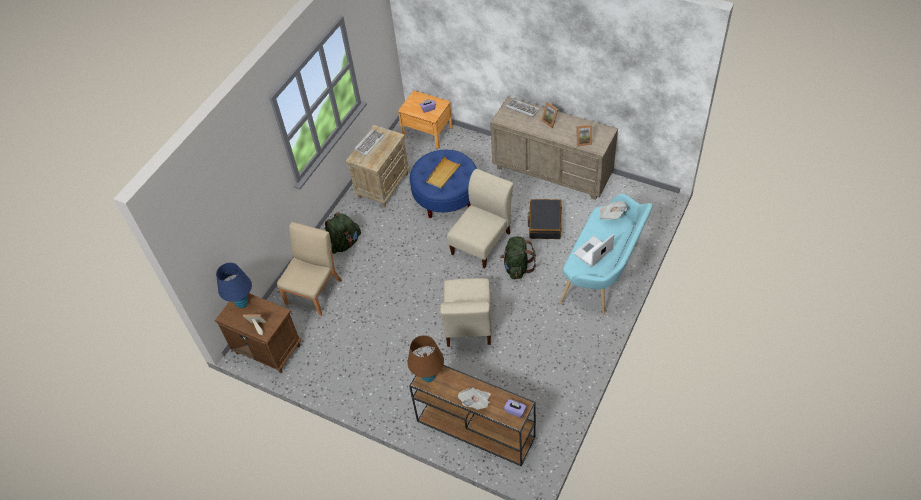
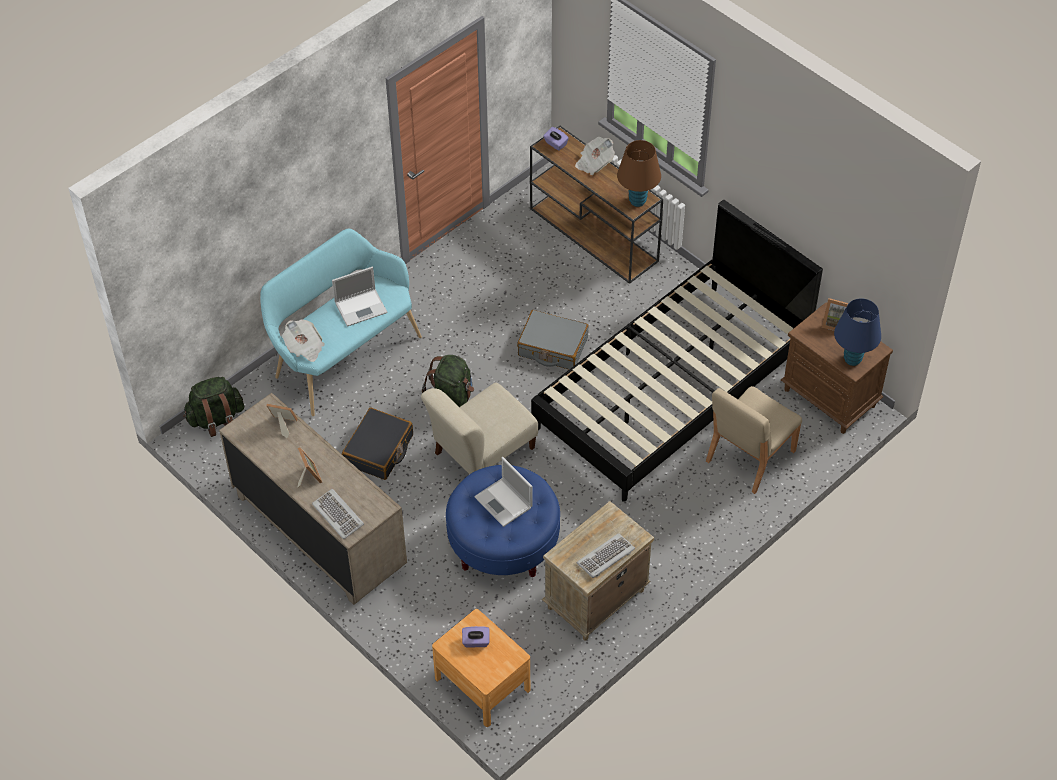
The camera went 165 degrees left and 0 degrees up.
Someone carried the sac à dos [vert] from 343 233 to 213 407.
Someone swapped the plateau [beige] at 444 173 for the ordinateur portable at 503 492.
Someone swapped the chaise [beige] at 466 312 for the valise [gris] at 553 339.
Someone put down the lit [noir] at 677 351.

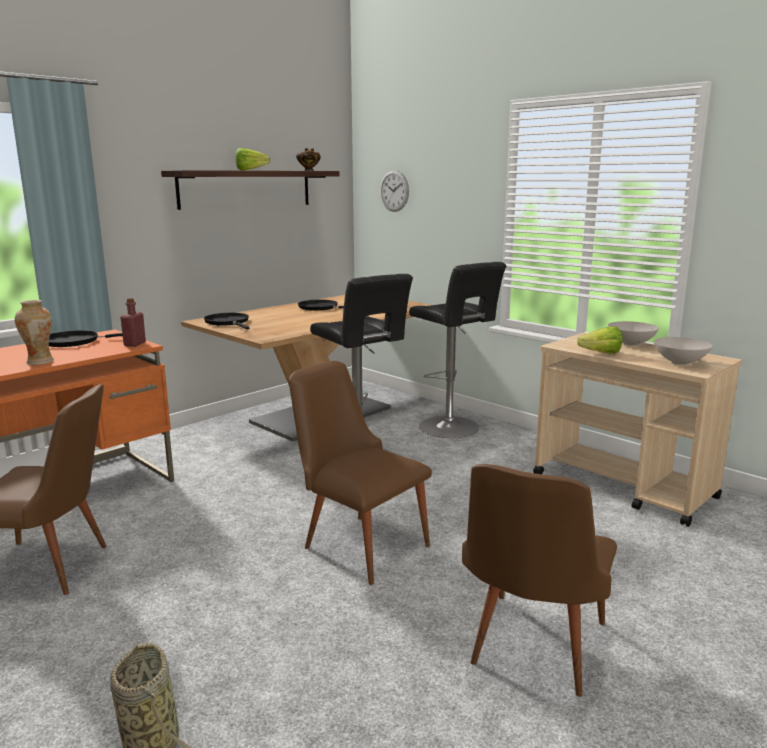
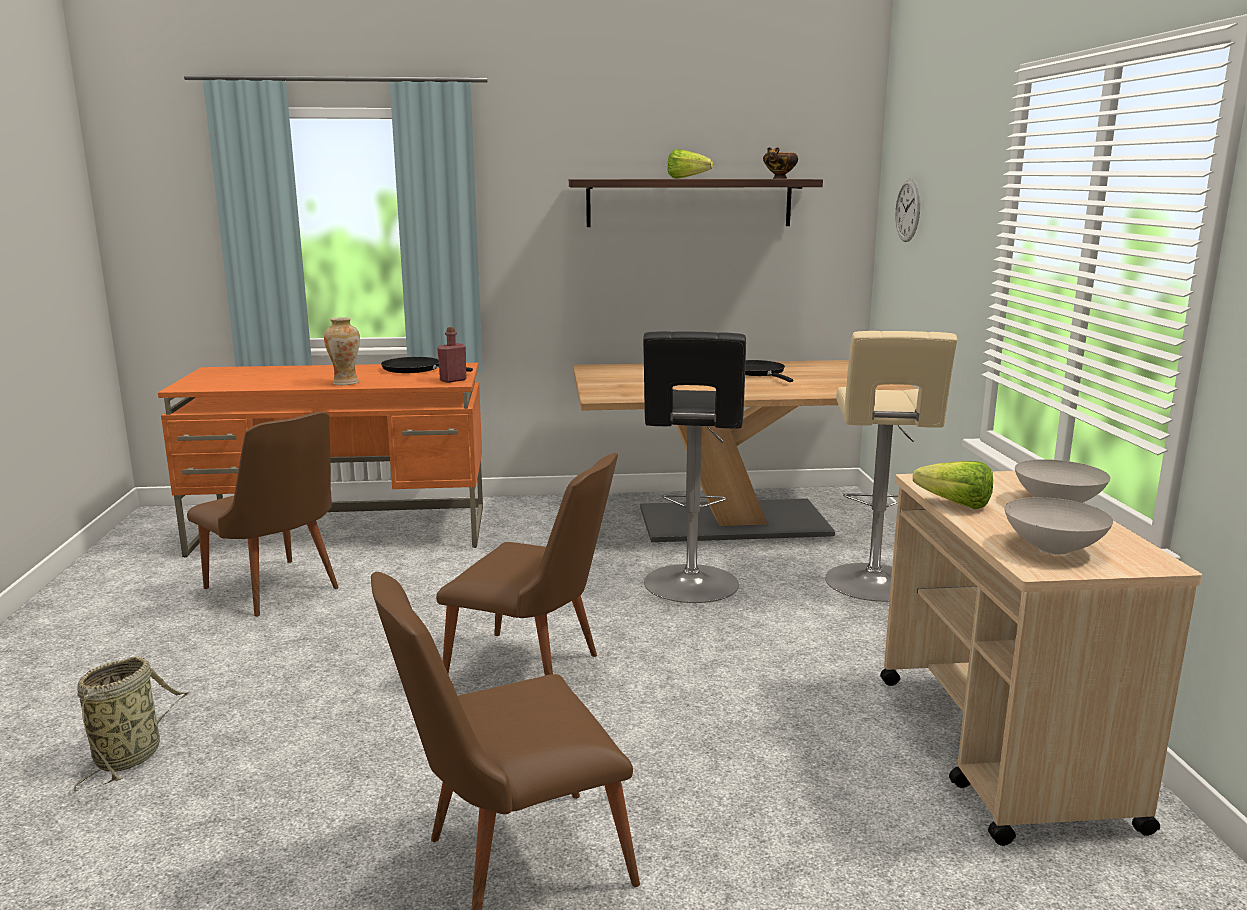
The camera went 40 degrees right and 0 degrees up.
Someone took away the poêle [noir] at 226 321.
Someone rotated the chaise [marron] at 360 473 by 120 degrees clockwise.
Someone repainted the tabouret [noir] at 458 350, which became the tabouret [beige] at 891 466.

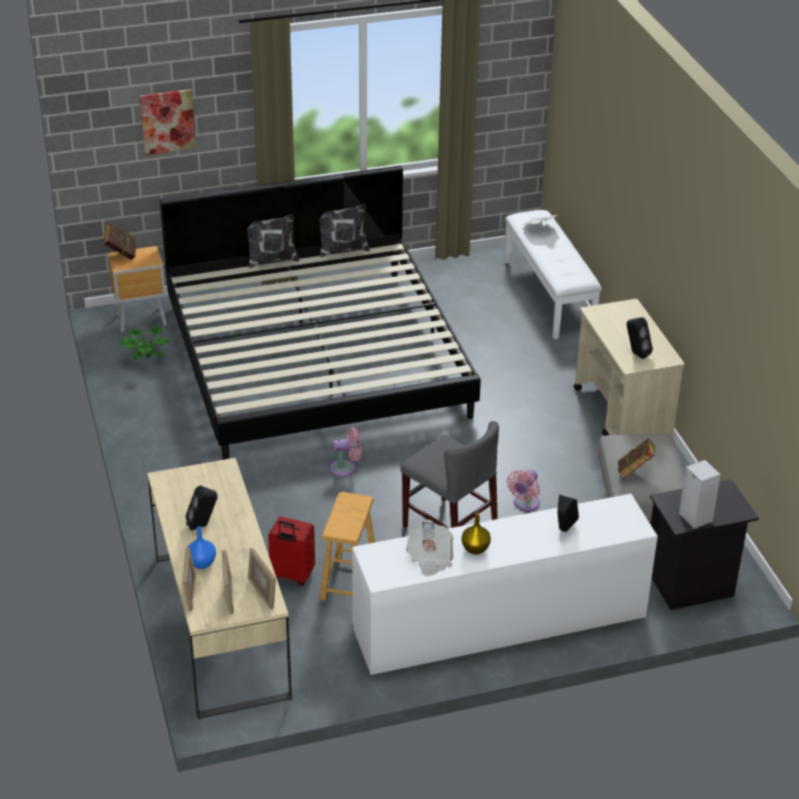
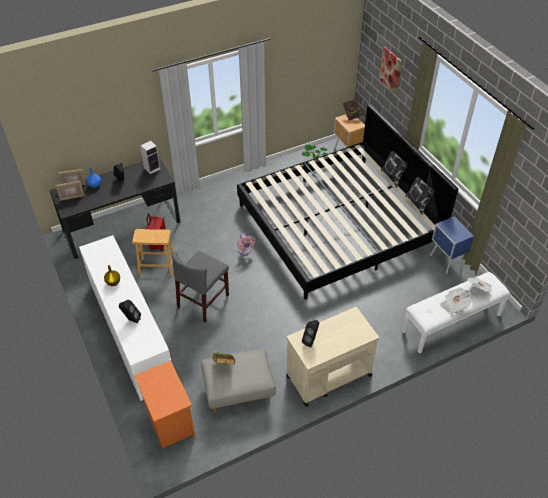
The camera went 80 degrees right and 10 degrees up.
Someone repainted the bureau [beige] at 219 588, which became the bureau [noir] at 115 208.
Someone took away the cadre photo at 262 579.
Someone carried the journal from 430 548 to 455 301.
Someone took away the ventilateur [rose] at 523 490.
Someone repainted the table de chevet [noir] at 704 544, which became the table de chevet [orange] at 164 404.
Someone carried the enceinte from 700 494 to 150 157.
Someone put down the table de chevet [bleu] at 452 245.

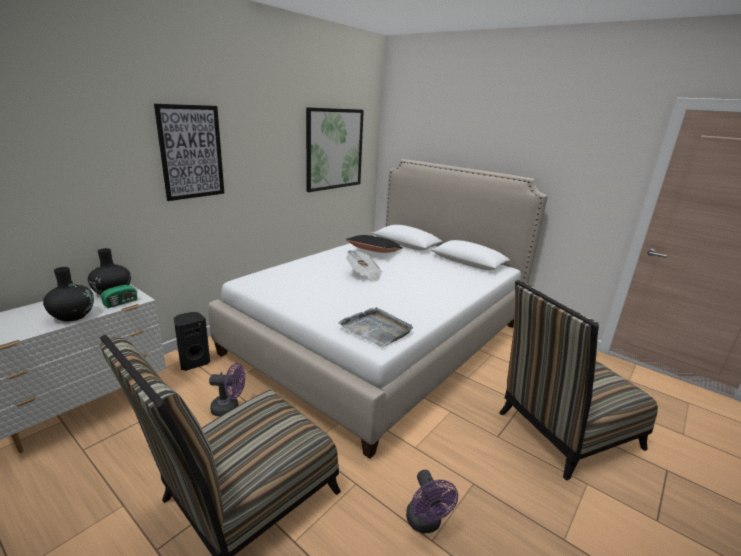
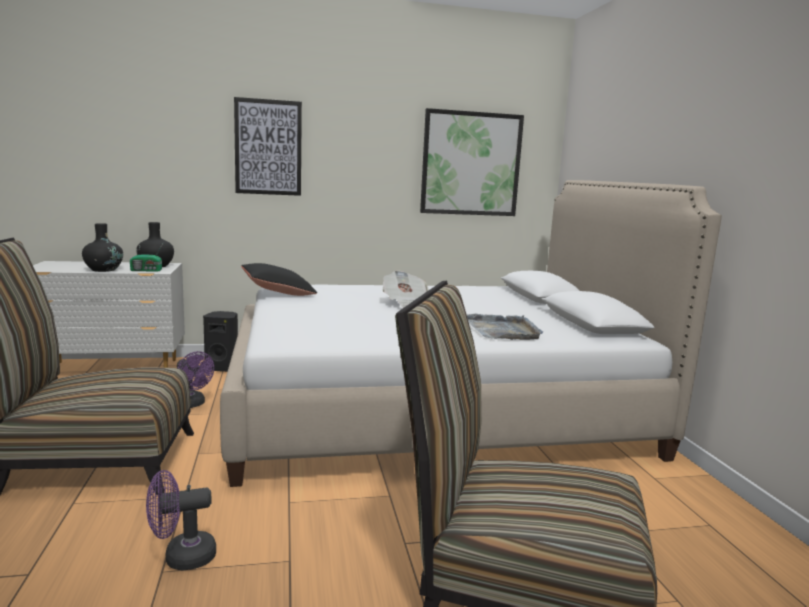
The camera went 40 degrees right and 10 degrees down.
Someone carried the plateau [gris] from 375 327 to 505 327.
Someone carried the coussin [noir] from 374 244 to 279 279.
Someone rotated the ventilateur [violet] at 432 501 by 45 degrees clockwise.

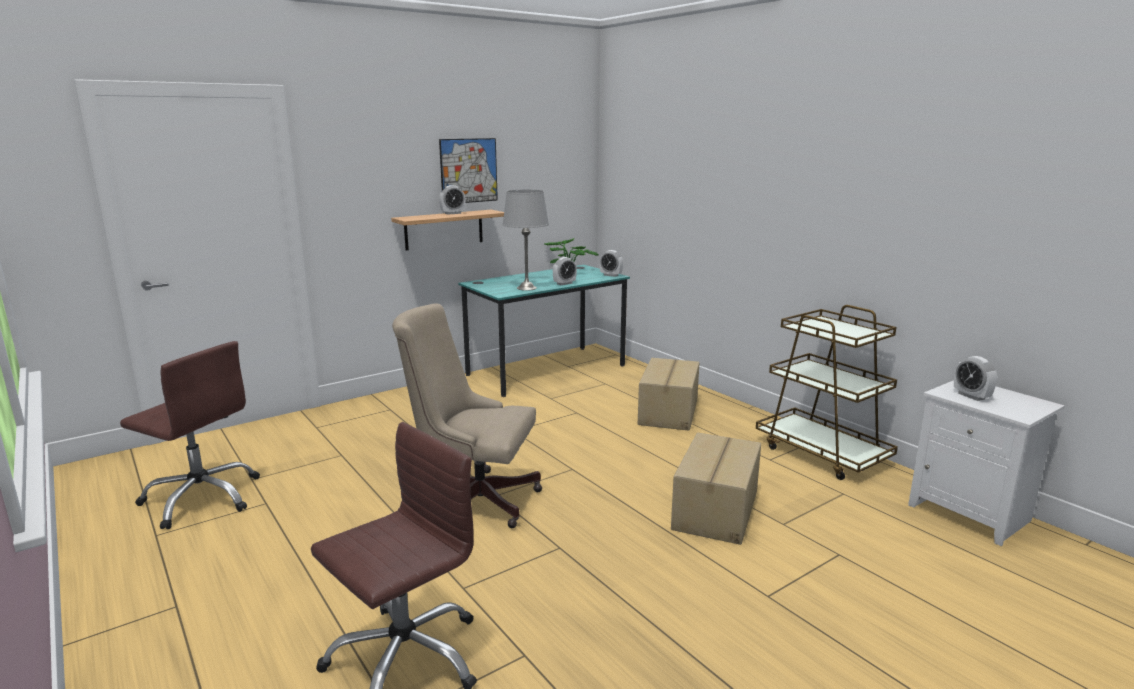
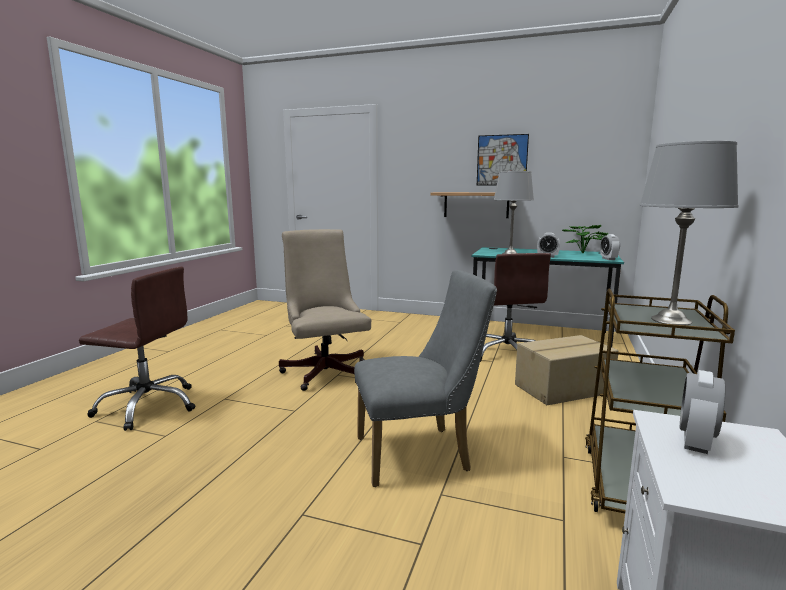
The camera went 55 degrees right and 5 degrees down.
Someone carried the chaise de bureau [marron] from 190 435 to 515 307.
Someone took away the réveil at 452 200.
Someone swapped the carton at 716 489 for the chaise [gris] at 425 378.
Someone put down the lampe de table [gris] at 689 233.

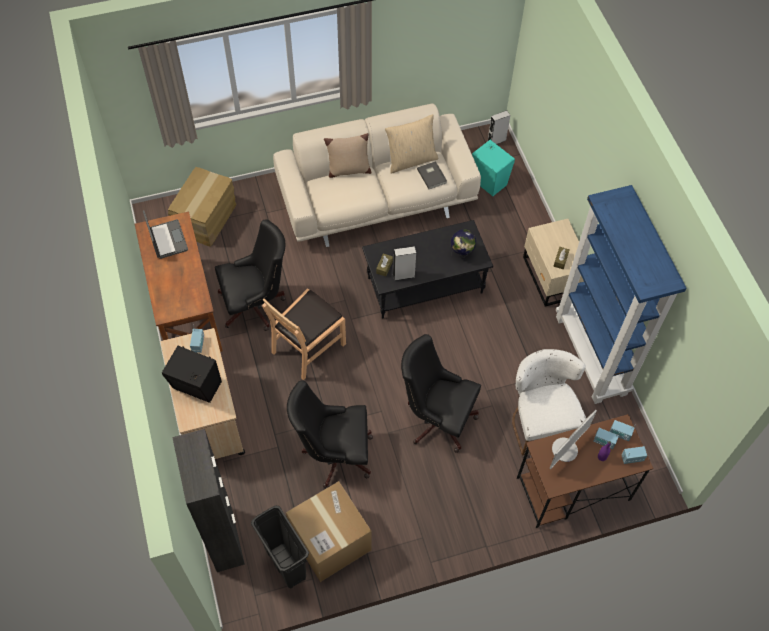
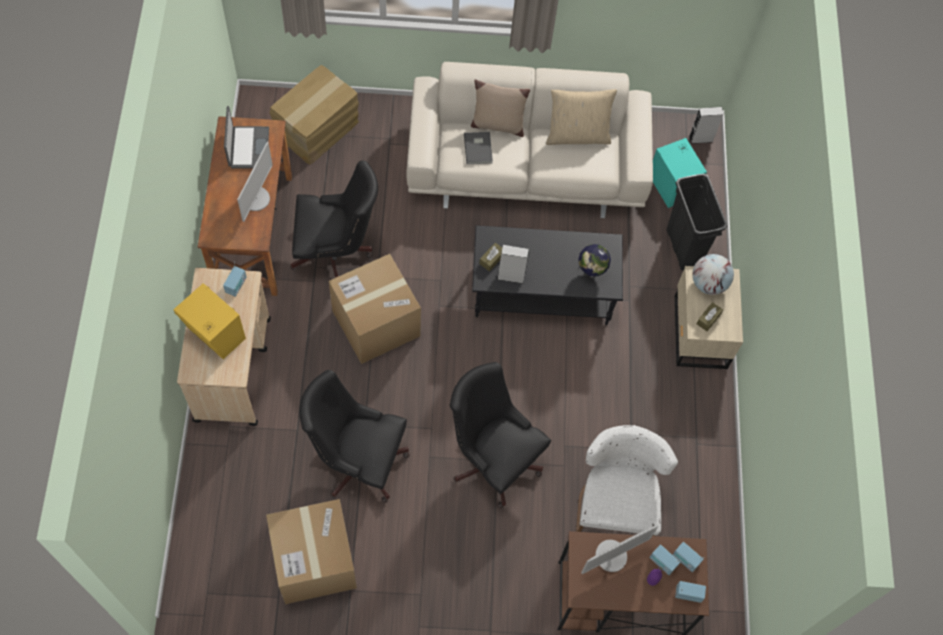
The camera went 15 degrees right and 5 degrees up.
Someone repainted the enceinte [noir] at 192 374, which became the enceinte [jaune] at 209 321.
Someone took away the meuble de rangement [noir] at 208 500.
Someone carried the poubelle [noir] from 280 547 to 697 222.
Someone swapped the chaise [marron] at 304 334 for the carton at 375 309.
Someone carried the livre [gris] from 432 175 to 478 148.
Someone took away the bibliothèque [bleu] at 621 294.
Someone put down the écran d'ordinateur at 255 182.
Someone put down the globe at 713 274.

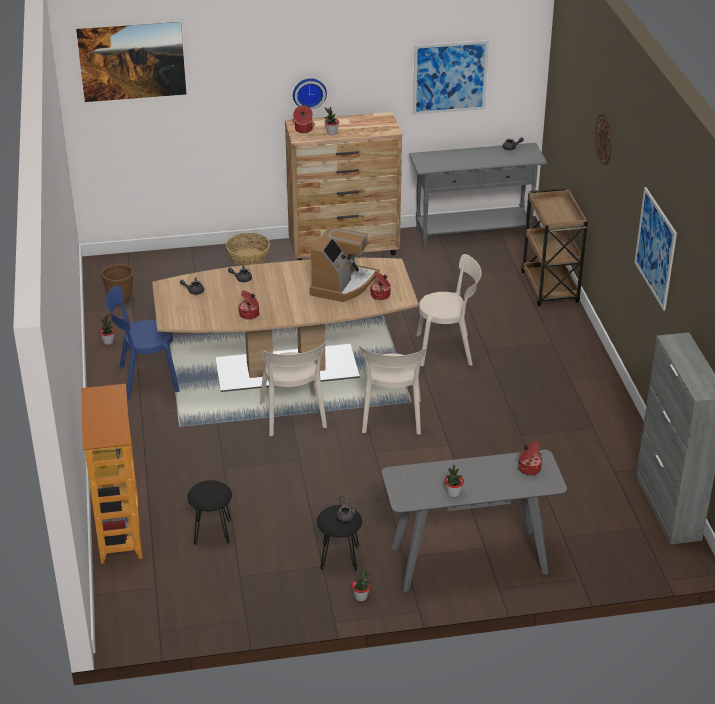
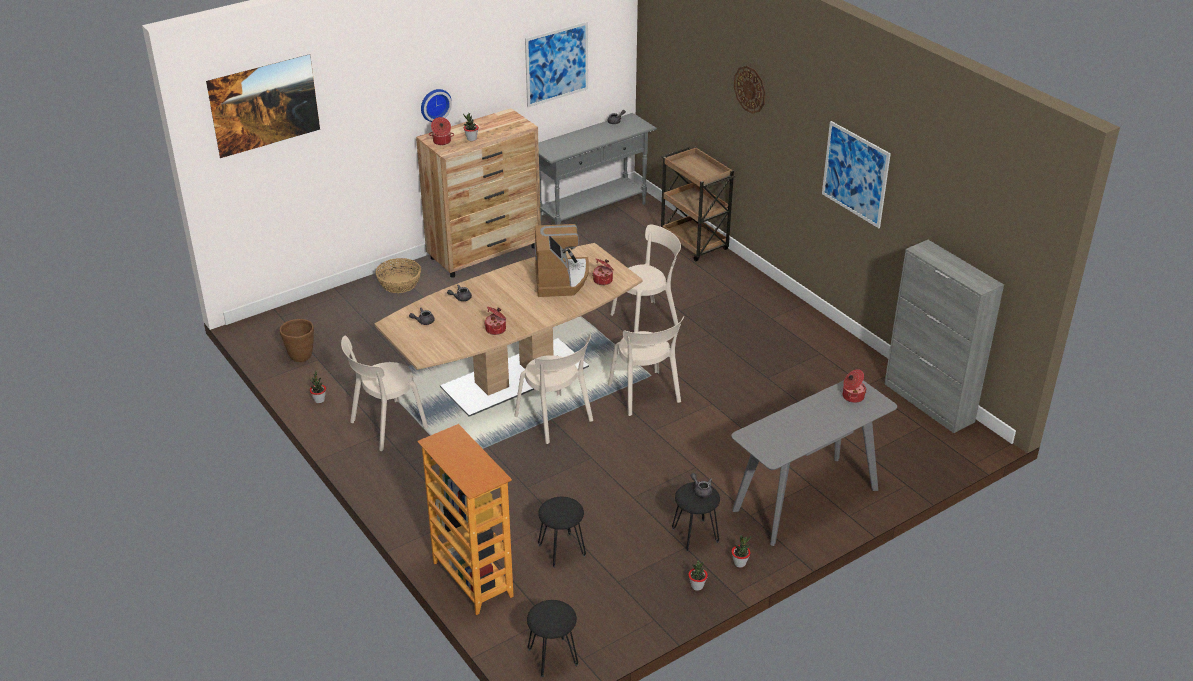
The camera went 25 degrees left and 0 degrees up.
Someone repainted the chaise [bleu] at 143 342, which became the chaise [beige] at 384 393.
Someone carried the plante en pot from 454 481 to 698 575.
Someone put down the tabouret [noir] at 552 638.

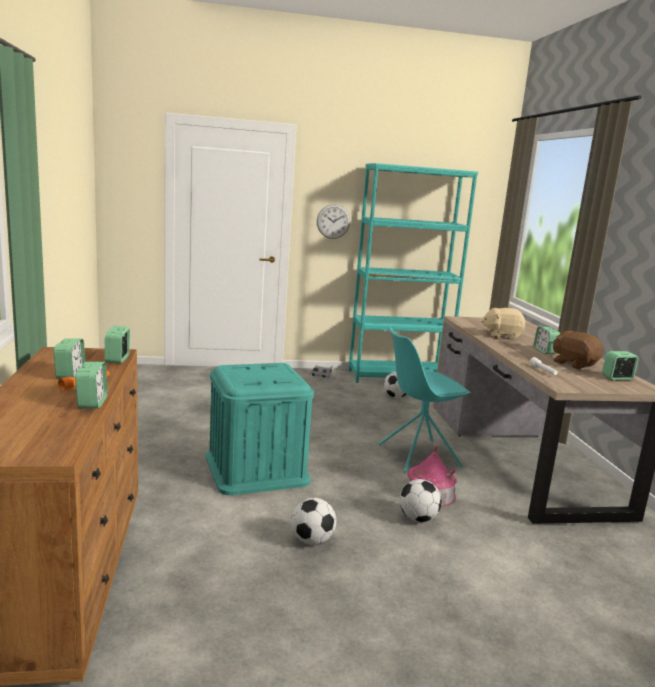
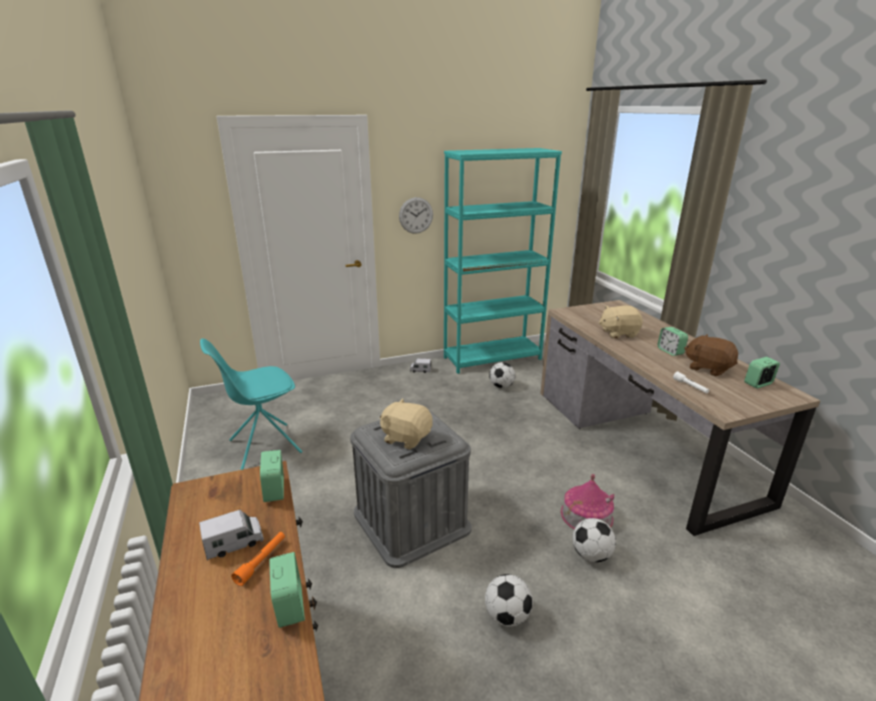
The camera went 10 degrees left and 10 degrees up.
Someone swapped the réveil at 69 358 for the camion jouet at 231 535.
Someone repainted the boîte de rangement [turquoise] at 260 429, which became the boîte de rangement [gris] at 411 489.
Someone carried the chaise [turquoise] from 424 400 to 251 404.
Someone put down the peluche [beige] at 406 424.

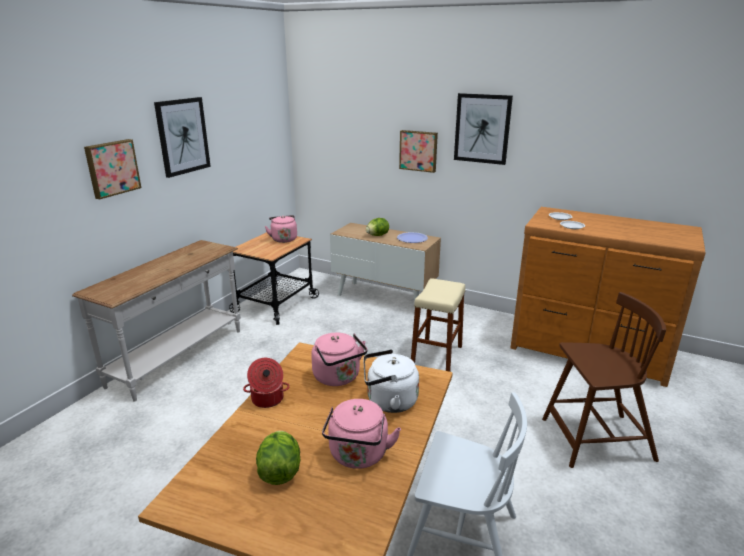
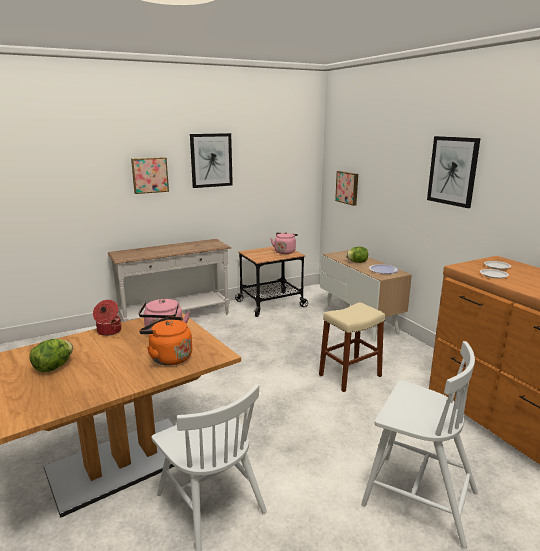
The camera went 35 degrees right and 5 degrees down.
Someone took away the bouilloire [rose] at 361 434.
Someone repainted the bouilloire [blanc] at 391 381, which became the bouilloire [orange] at 165 341.
Someone carried the tableau from 418 151 to 346 188.
Someone repainted the chaise [marron] at 604 380, which became the chaise [blanc] at 419 444.

